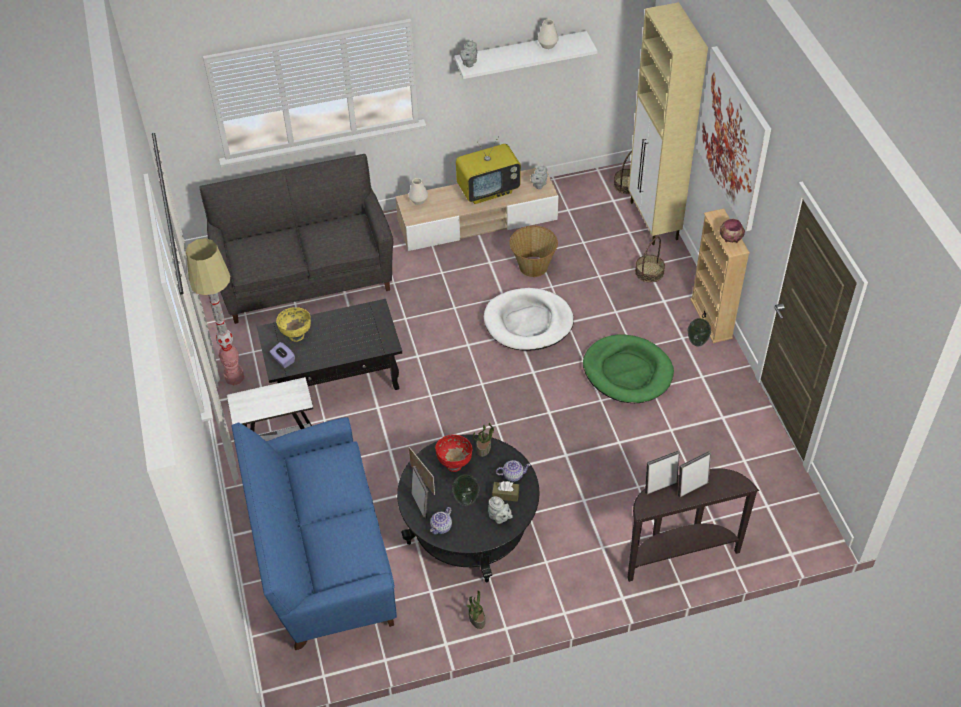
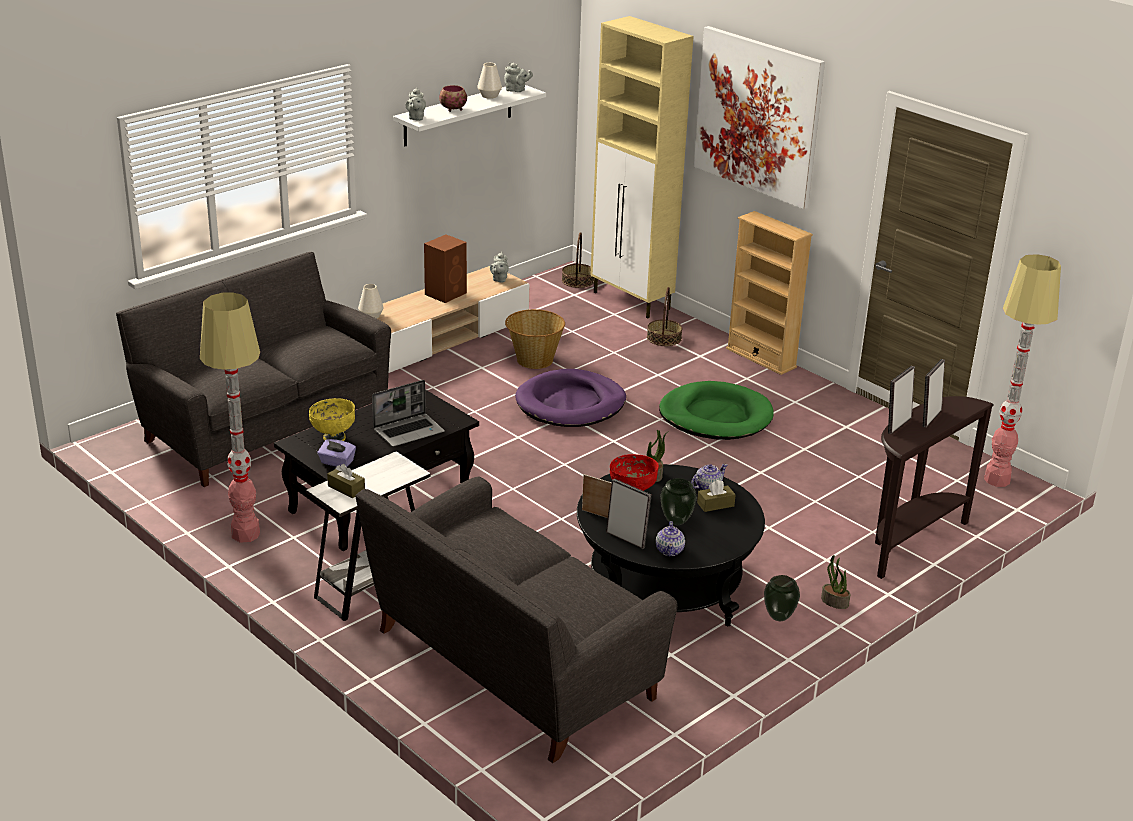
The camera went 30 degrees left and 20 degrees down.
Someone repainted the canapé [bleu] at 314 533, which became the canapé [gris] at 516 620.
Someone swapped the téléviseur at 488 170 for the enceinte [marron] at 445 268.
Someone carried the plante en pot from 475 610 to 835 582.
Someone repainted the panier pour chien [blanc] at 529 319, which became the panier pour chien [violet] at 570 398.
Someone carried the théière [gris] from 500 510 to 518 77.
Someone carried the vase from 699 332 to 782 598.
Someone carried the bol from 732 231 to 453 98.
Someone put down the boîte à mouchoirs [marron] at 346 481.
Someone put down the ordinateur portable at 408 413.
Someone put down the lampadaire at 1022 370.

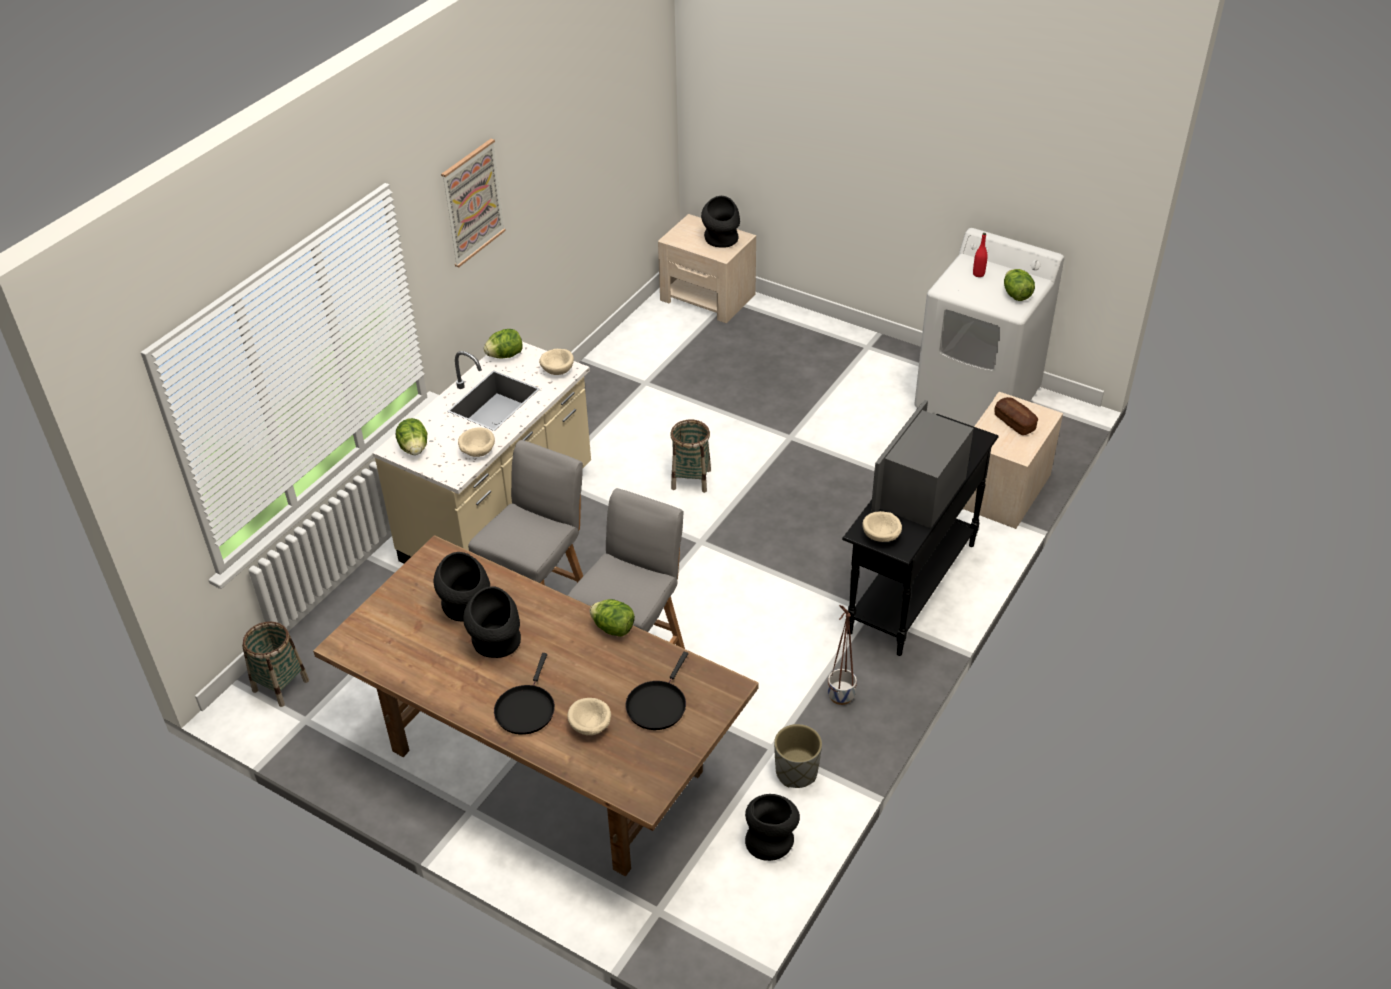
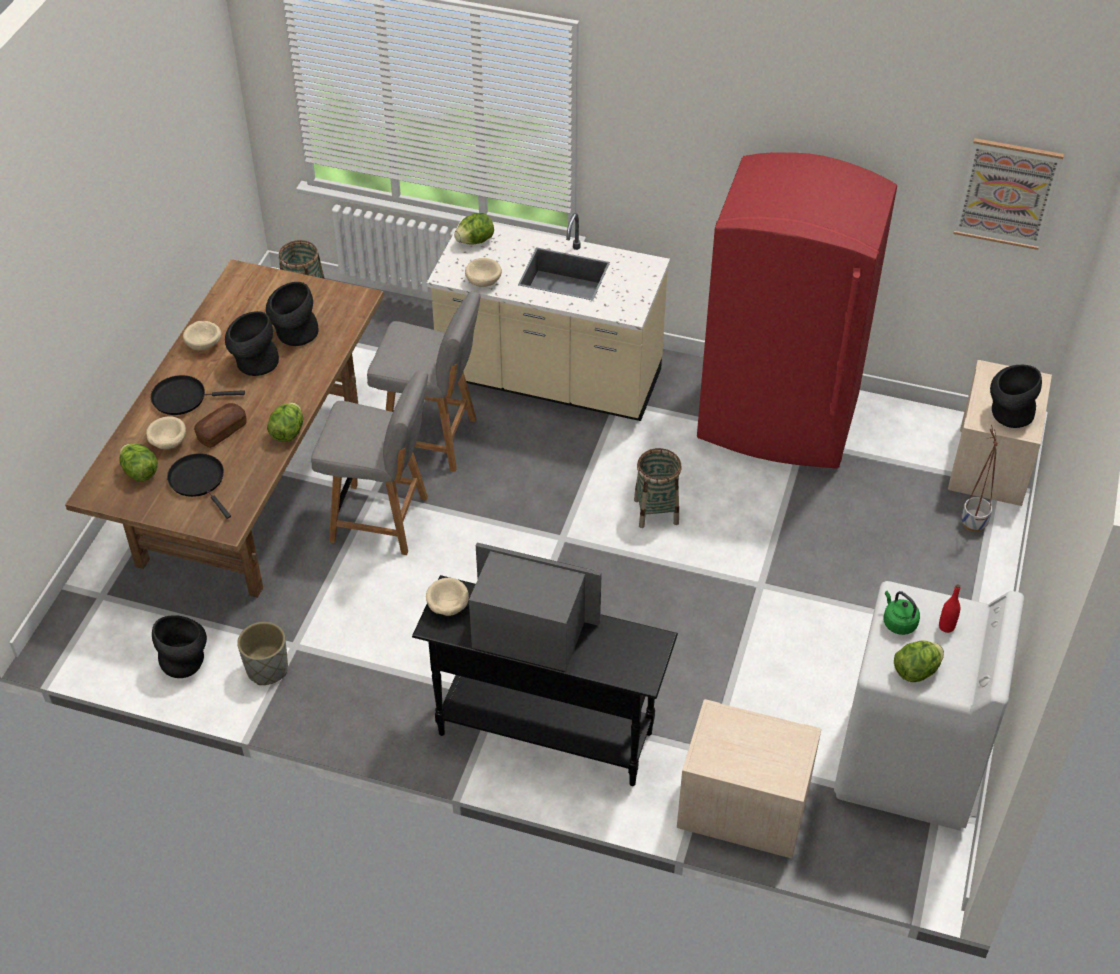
The camera went 75 degrees right and 5 degrees up.
Someone carried the tableau from 473 203 to 1009 194.
Someone carried the laitue from 503 343 to 138 462.
Someone carried the bol [beige] from 556 362 to 202 335.
Someone rotated the poêle [noir] at 657 691 by 45 degrees clockwise.
Someone carried the cache-pot from 842 655 to 979 478.
Someone carried the pain from 1016 416 to 220 425.
Someone put down the réfrigérateur [rouge] at 797 310.
Someone put down the bouilloire [vert] at 902 613.

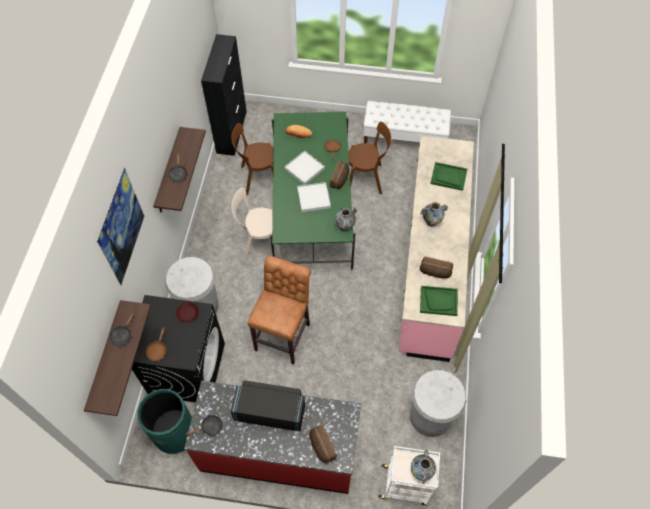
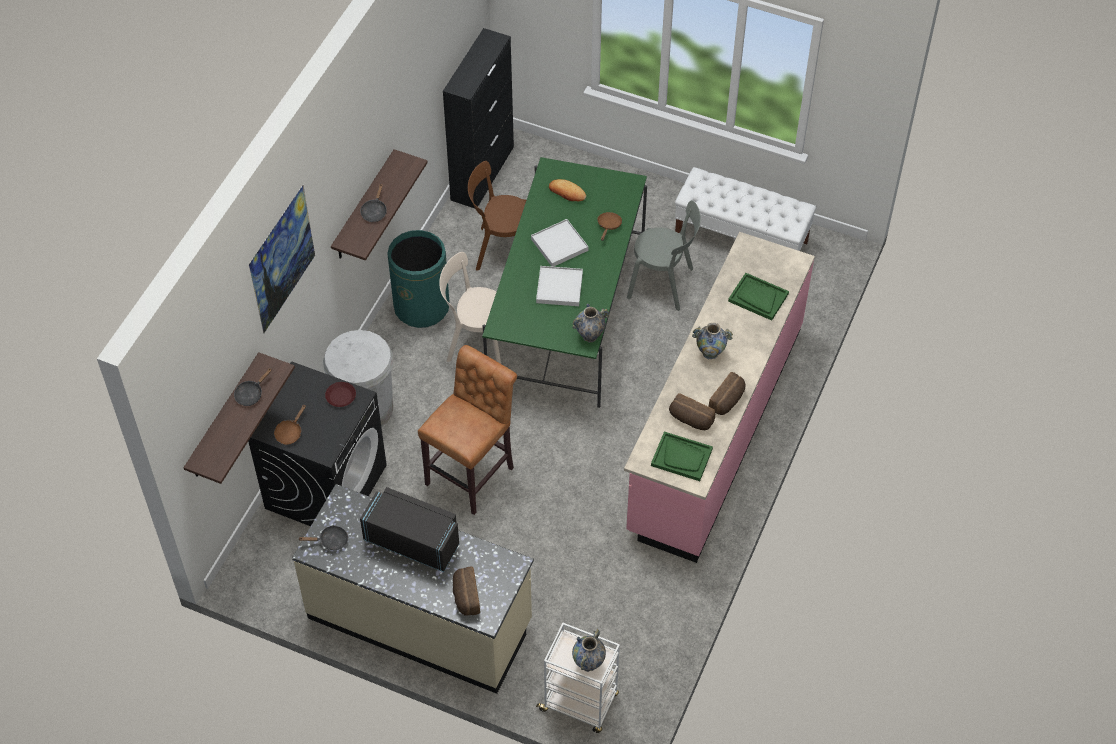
The camera went 15 degrees right and 5 degrees down.
Someone carried the poubelle [vert] from 164 421 to 418 279.
Someone repainted the comptoir de cuisine [rouge] at 272 437, which became the comptoir de cuisine [beige] at 413 589.
Someone carried the pain from 340 175 to 727 393.
Someone repainted the chaise [marron] at 370 158, which became the chaise [gris] at 664 255.
Someone took away the poubelle [blanc] at 438 403.

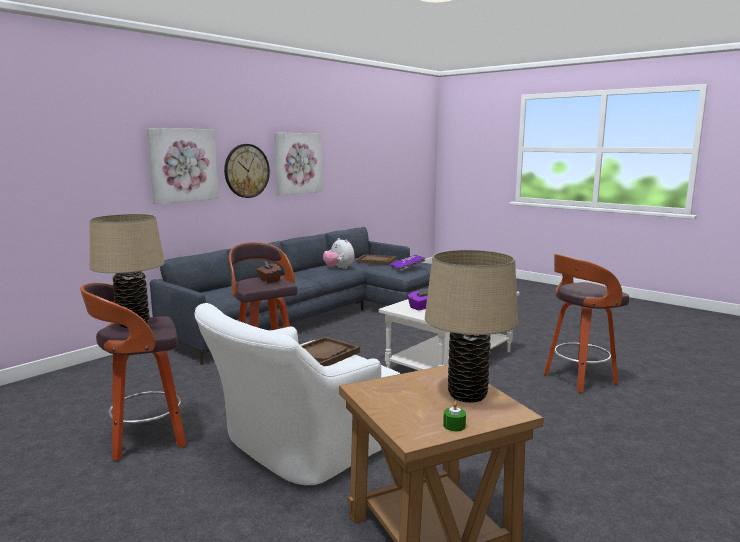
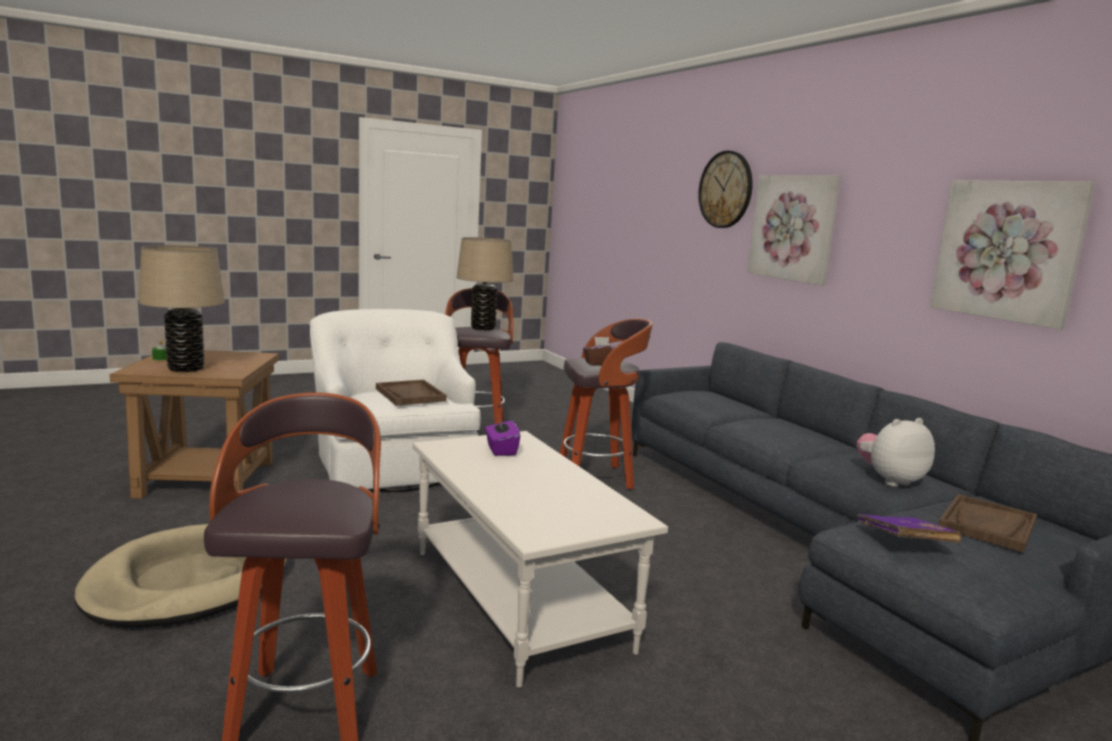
The camera went 110 degrees right and 0 degrees up.
Someone carried the horloge murale from 247 171 to 725 189.
Someone put down the panier pour chien [beige] at 180 575.

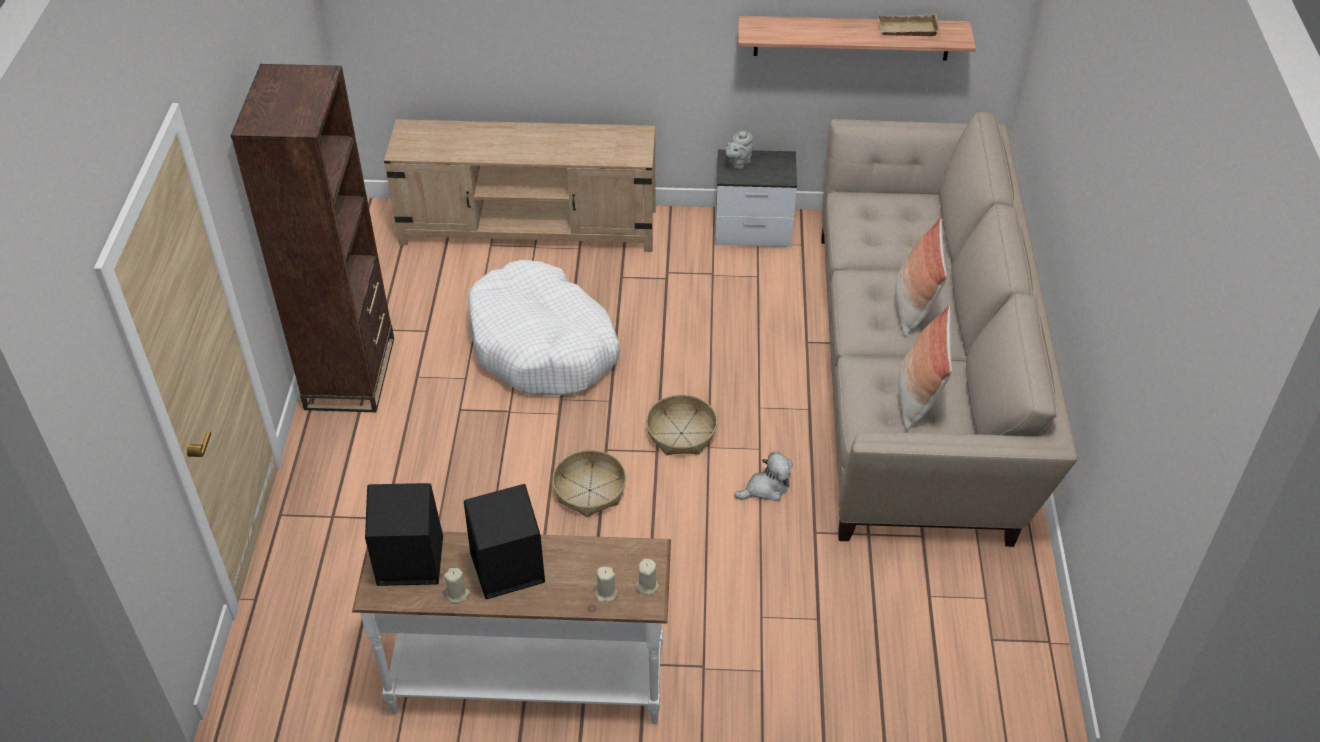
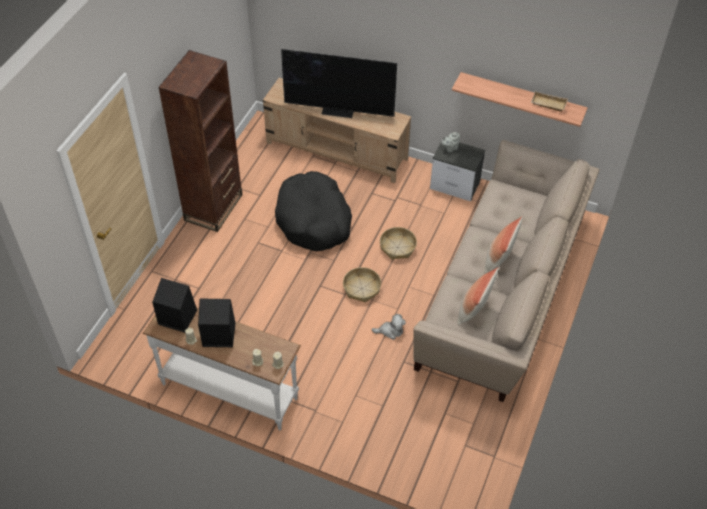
The camera went 20 degrees right and 5 degrees up.
Someone repainted the panier pour chien [blanc] at 544 327, which became the panier pour chien [noir] at 313 211.
Someone carried the panier from 589 483 to 398 243.
Someone put down the téléviseur at 339 83.

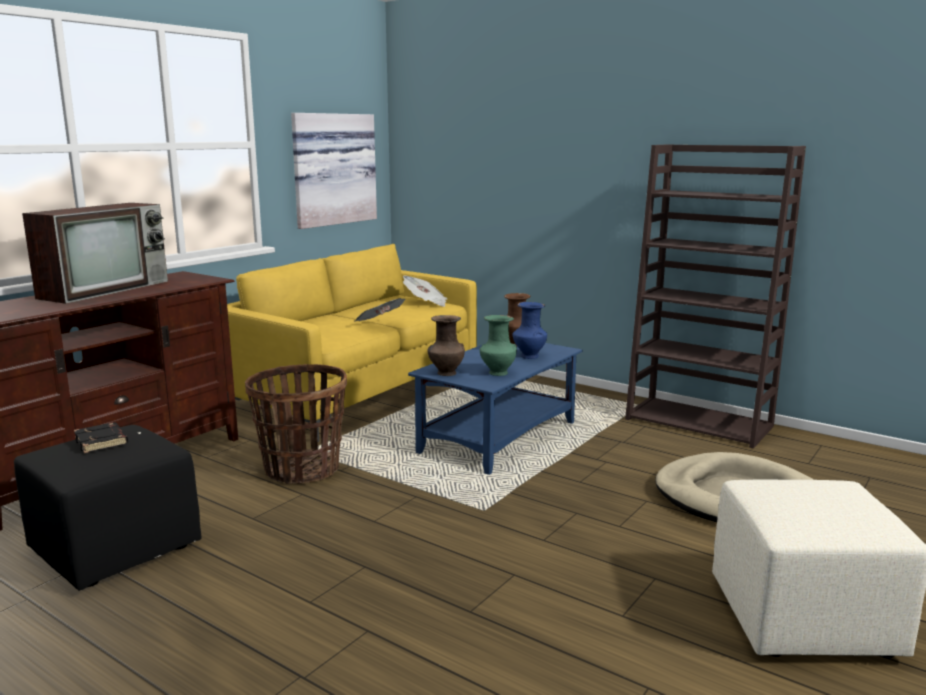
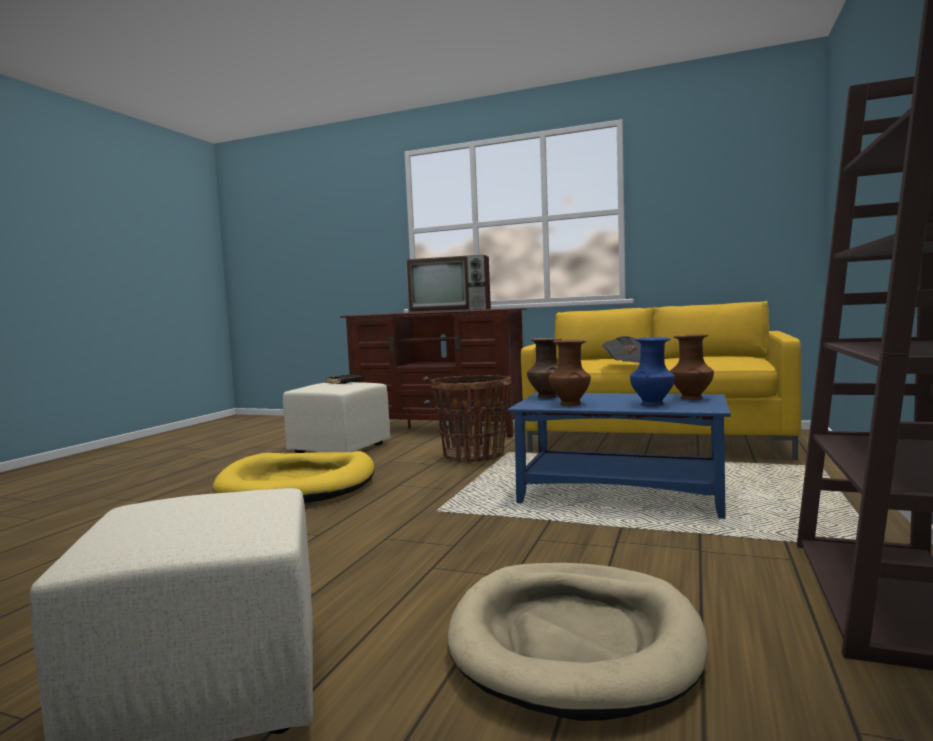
The camera went 75 degrees right and 10 degrees down.
Someone repainted the pouf [noir] at 108 508, which became the pouf [beige] at 336 417.
Someone took away the tableau at 334 171.
Someone took away the journal at 425 291.
Someone repainted the vase [vert] at 498 345, which became the vase [marron] at 570 373.
Someone put down the panier pour chien [jaune] at 293 477.

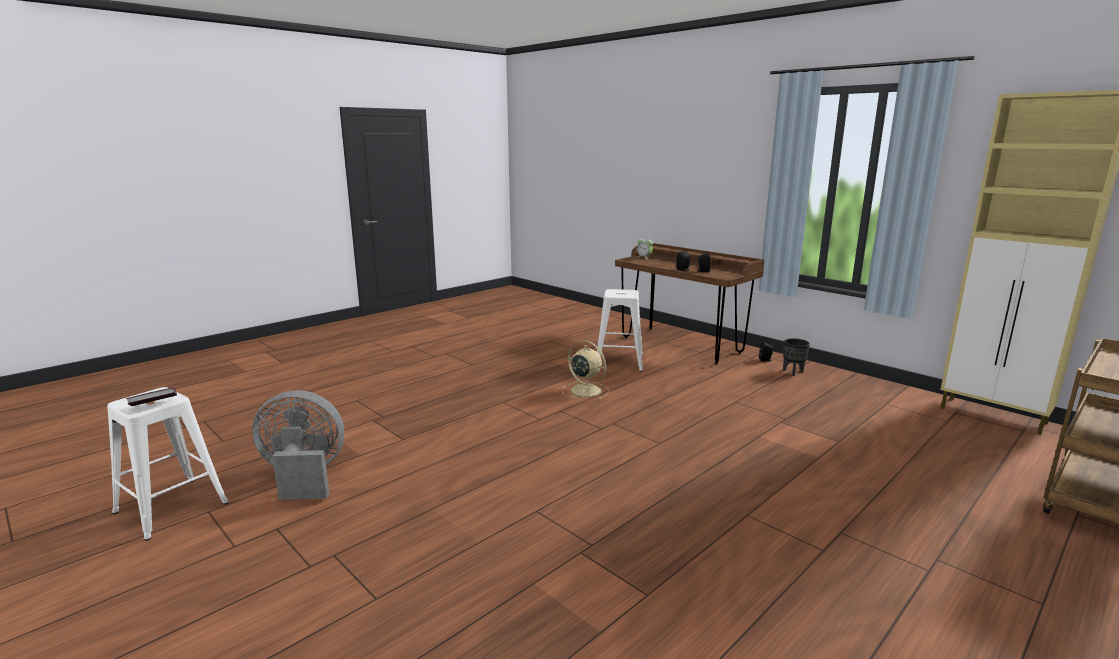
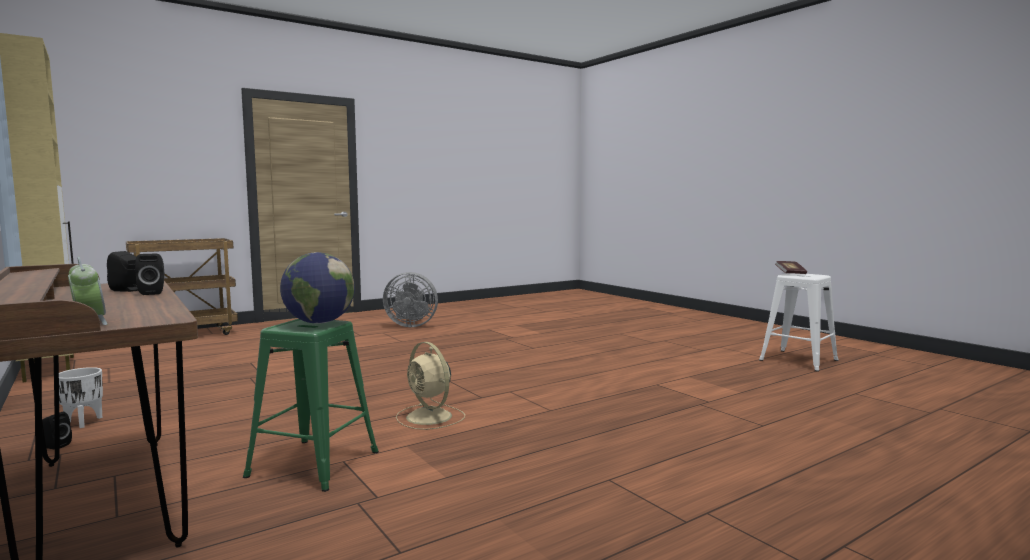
The camera went 170 degrees left and 10 degrees down.
Someone carried the ventilateur [gris] from 298 445 to 410 299.
Someone repainted the tabouret [blanc] at 620 330, which became the tabouret [vert] at 311 405.
Someone repainted the cache-pot [noir] at 796 357, which became the cache-pot [blanc] at 81 397.
Someone put down the globe at 317 288.

